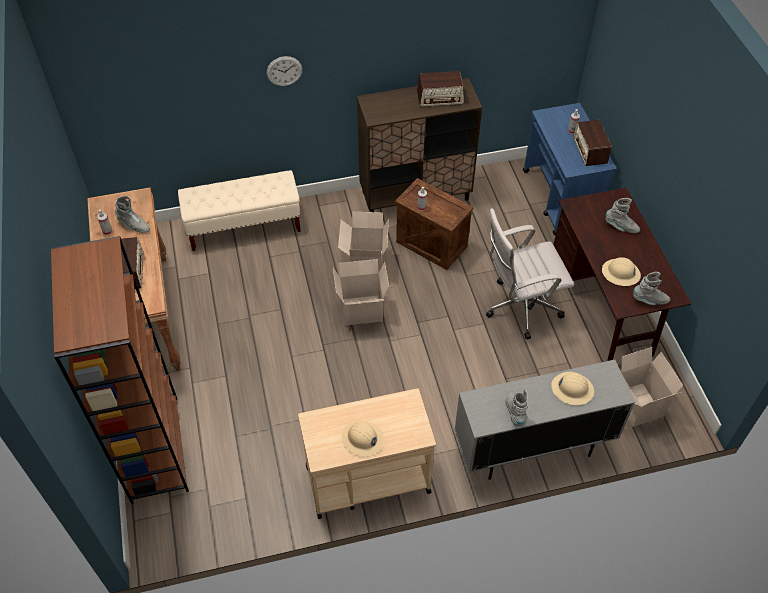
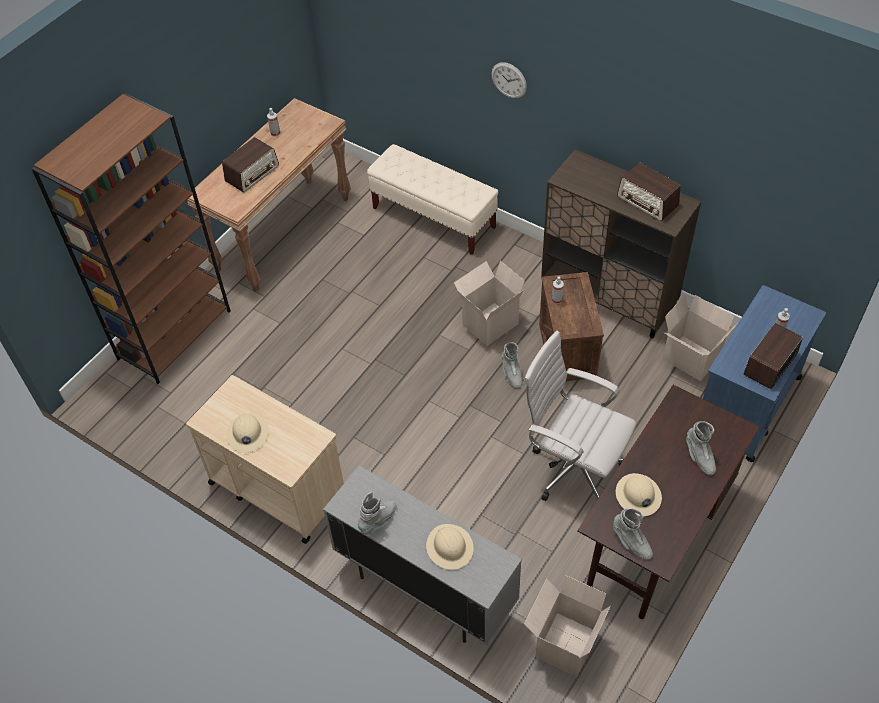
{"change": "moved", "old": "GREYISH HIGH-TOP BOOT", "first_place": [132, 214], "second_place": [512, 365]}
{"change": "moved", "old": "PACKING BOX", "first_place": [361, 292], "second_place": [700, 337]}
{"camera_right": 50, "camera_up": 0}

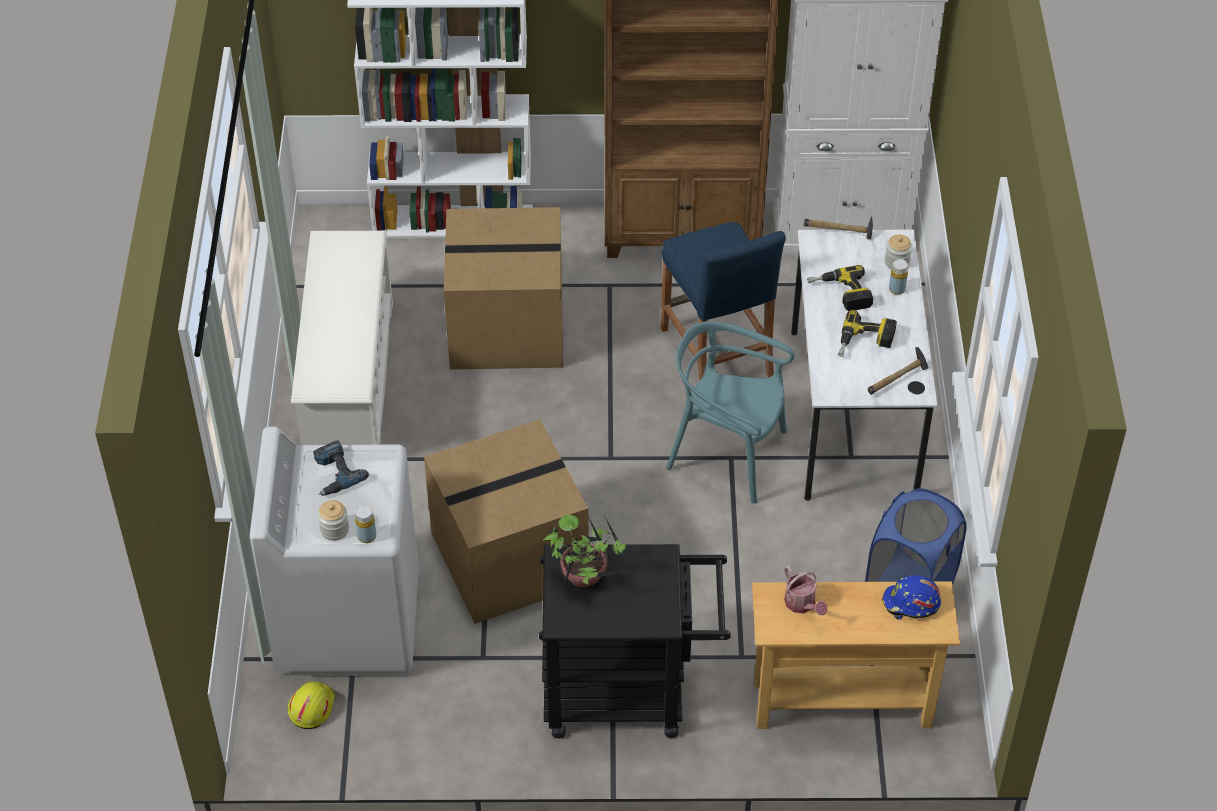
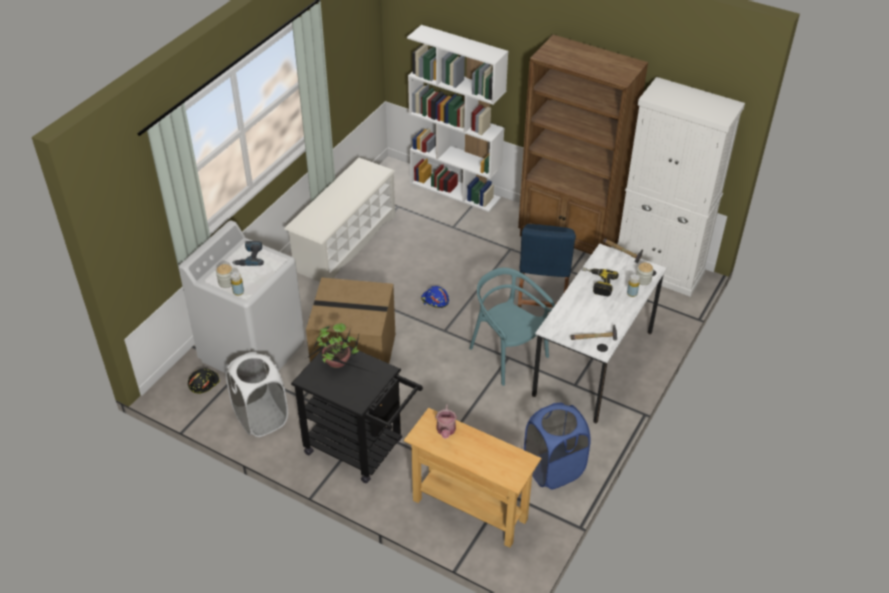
{"change": "removed", "old": "PACKING BOX", "first_place": [503, 288]}
{"change": "removed", "old": "DRILL", "first_place": [867, 333]}
{"change": "moved", "old": "BLUE WORK HELMET", "first_place": [911, 597], "second_place": [435, 297]}
{"change": "recoloured", "old": "YELLOWISH WORK HELMET", "new": "BLACKISH WORK HELMET", "first_place": [311, 705], "second_place": [204, 381]}
{"change": "added", "new": "WHITE-COLOURED LAUNDRY BASKET", "second_place": [257, 394]}
{"camera_right": 30, "camera_up": -5}

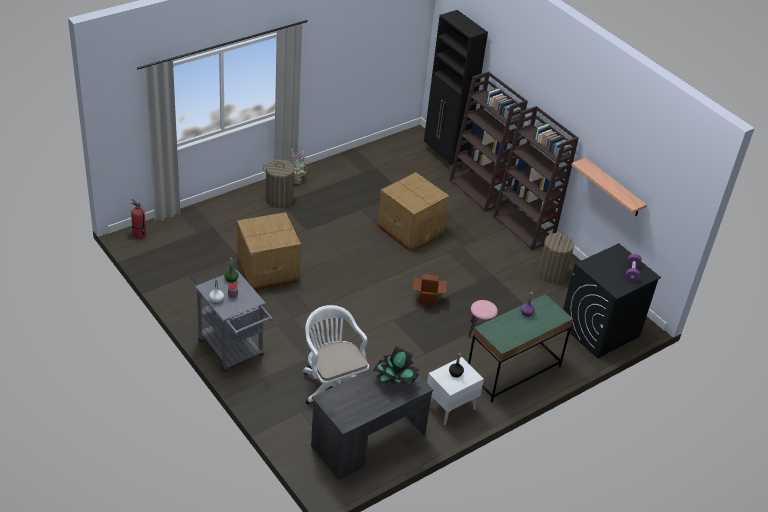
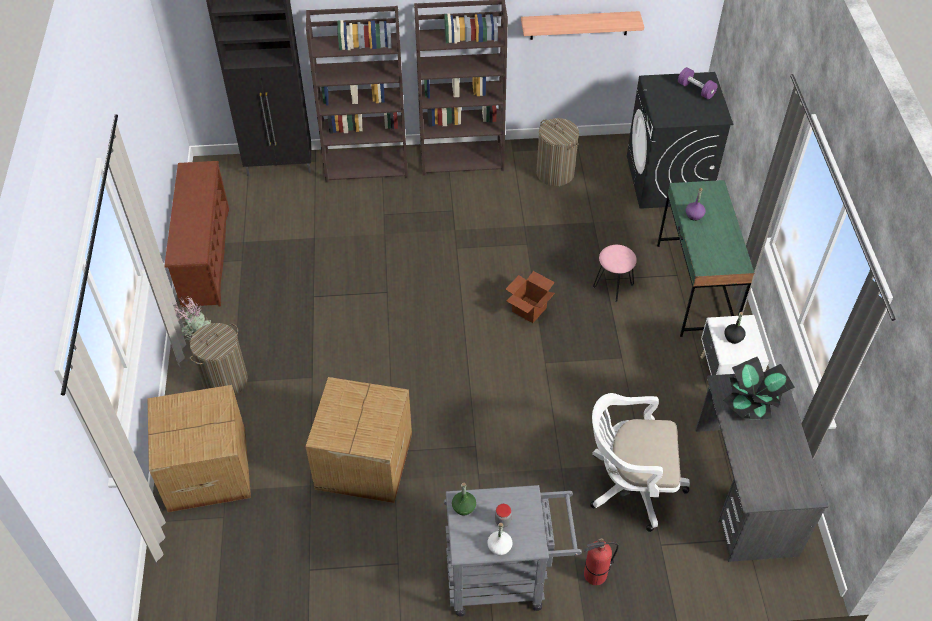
{"change": "moved", "old": "PACKING BOX", "first_place": [413, 212], "second_place": [199, 448]}
{"change": "moved", "old": "EXTINGUISHER", "first_place": [138, 219], "second_place": [601, 562]}
{"change": "added", "new": "BROWN SHOE RACK", "second_place": [196, 234]}
{"camera_right": -55, "camera_up": 10}

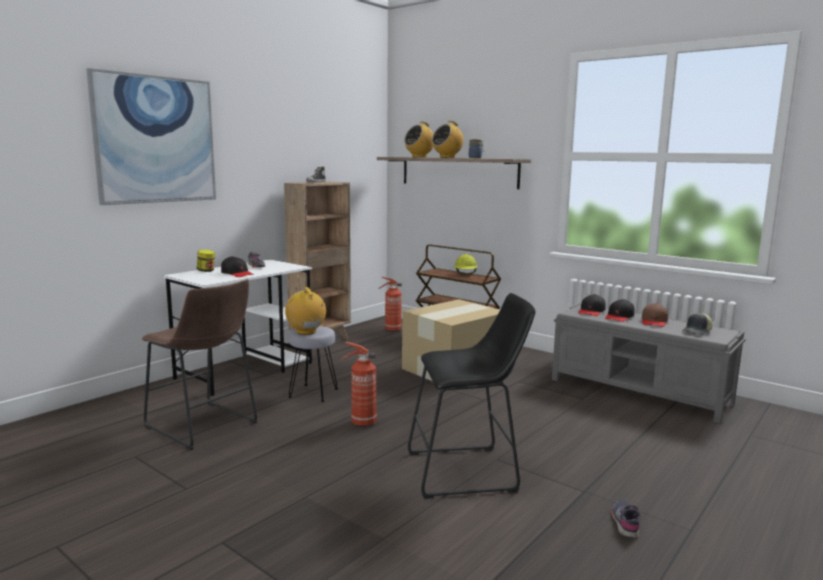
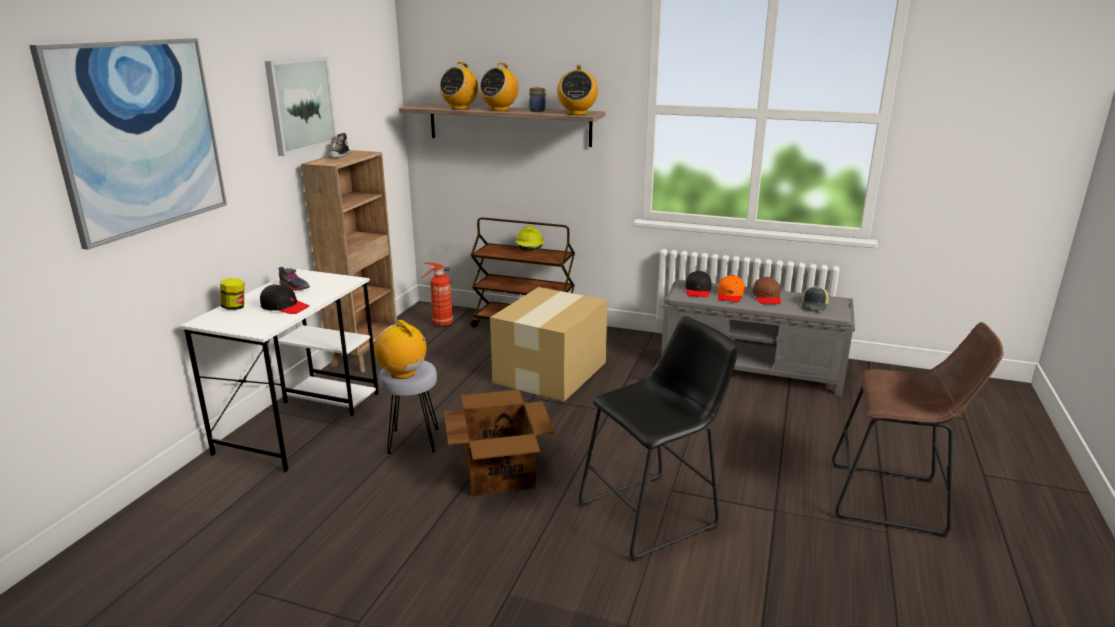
{"change": "moved", "old": "BROWN SITTING STOOL", "first_place": [200, 364], "second_place": [917, 429]}
{"change": "recoloured", "old": "BLACKISH CAP", "new": "ORANGE CAP", "first_place": [620, 310], "second_place": [731, 288]}
{"change": "replaced", "old": "EXTINGUISHER", "new": "PACKING BOX", "first_place": [358, 384], "second_place": [499, 443]}
{"change": "removed", "old": "GREYISH LOW SHOE", "first_place": [626, 518]}
{"change": "added", "new": "PICTURE", "second_place": [301, 106]}
{"change": "added", "new": "RADIO RECEIVER", "second_place": [577, 90]}
{"camera_right": -20, "camera_up": 10}

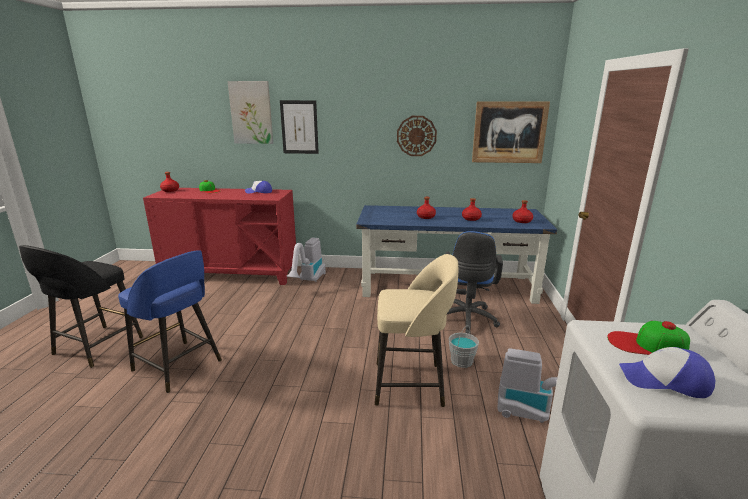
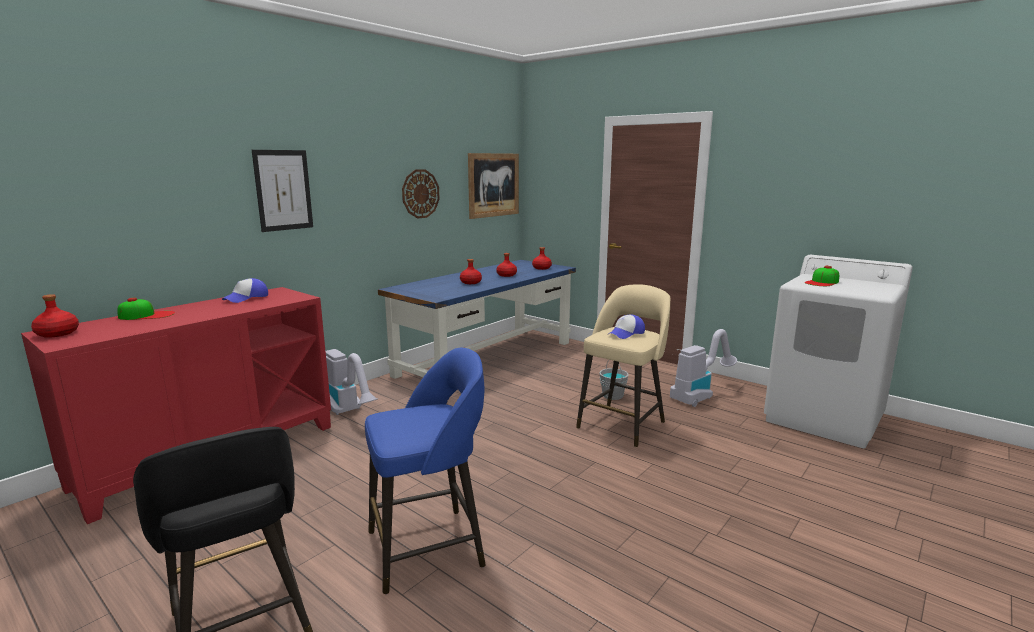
{"change": "removed", "old": "PICTURE", "first_place": [250, 112]}
{"change": "removed", "old": "BLUE COMPUTER CHAIR", "first_place": [474, 282]}
{"change": "moved", "old": "CAP", "first_place": [667, 372], "second_place": [626, 326]}
{"camera_right": -55, "camera_up": -5}

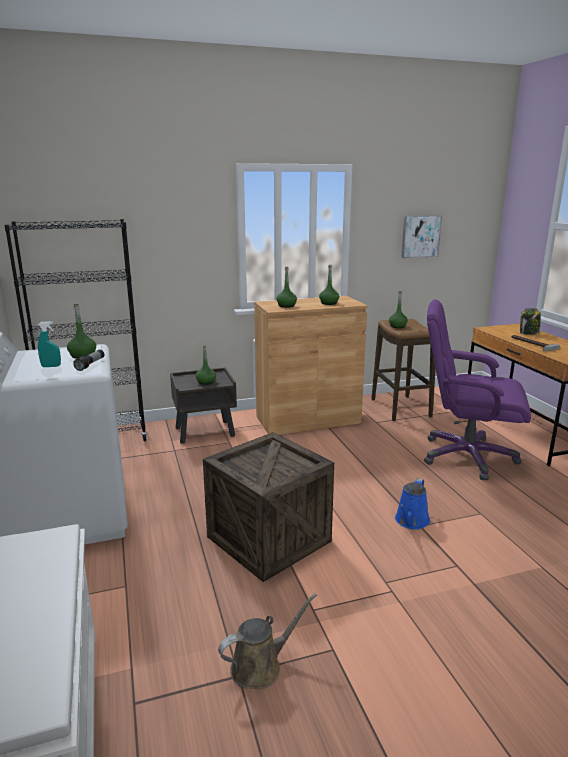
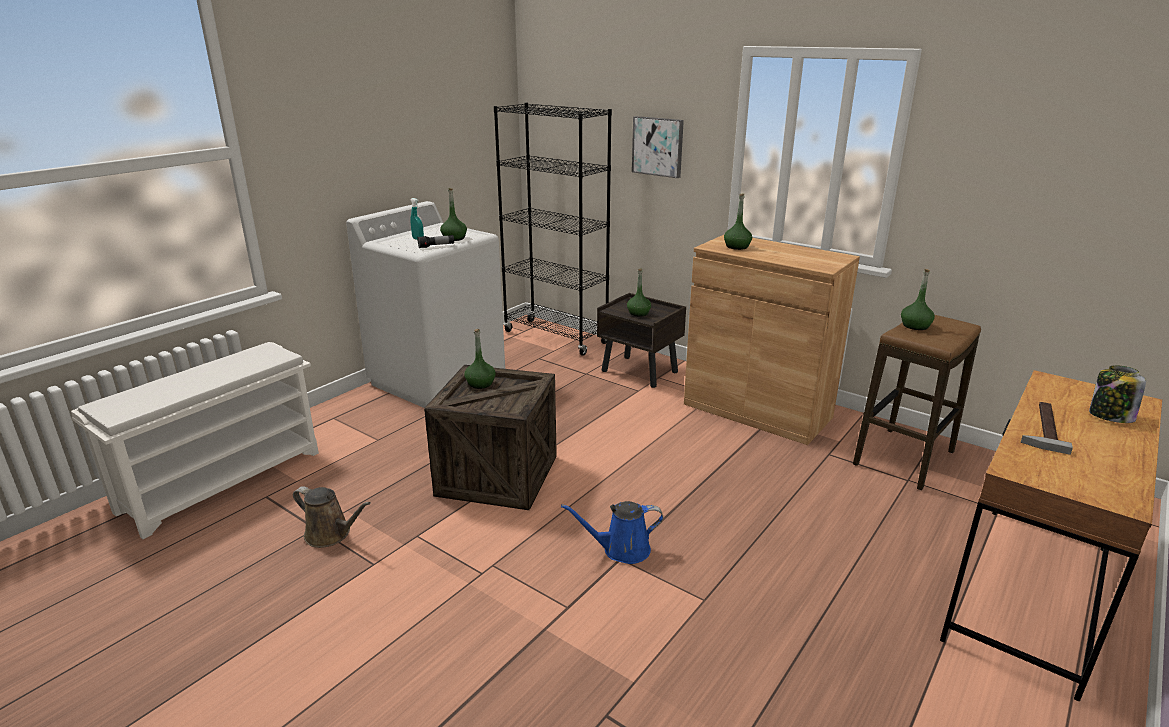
{"change": "moved", "old": "PICTURE", "first_place": [421, 237], "second_place": [658, 147]}
{"change": "moved", "old": "GREEN BEVERAGE BOTTLE", "first_place": [329, 285], "second_place": [479, 359]}
{"change": "removed", "old": "PURPLE COMPUTER CHAIR", "first_place": [477, 390]}
{"camera_right": 55, "camera_up": 5}

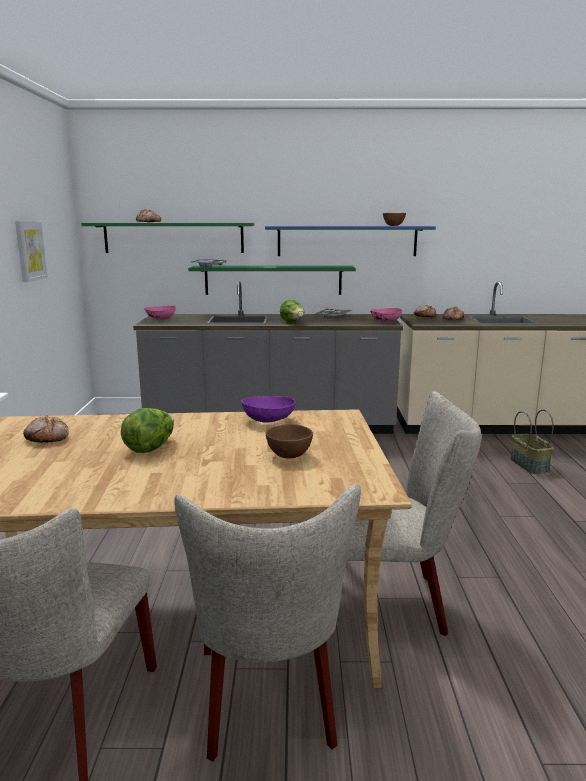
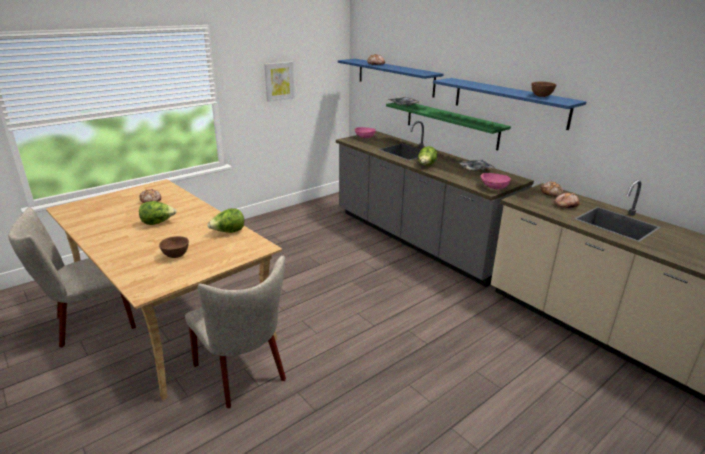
{"change": "recoloured", "old": "GREEN WALL SHELF", "new": "BLUE WALL SHELF", "first_place": [167, 238], "second_place": [390, 78]}
{"change": "replaced", "old": "PURPLE DEEP DISH", "new": "LETTUCE HEAD", "first_place": [268, 409], "second_place": [226, 220]}
{"change": "removed", "old": "BASKET", "first_place": [532, 442]}
{"change": "removed", "old": "BEIGE PLAIN CHAIR", "first_place": [267, 623]}
{"camera_right": 50, "camera_up": 10}

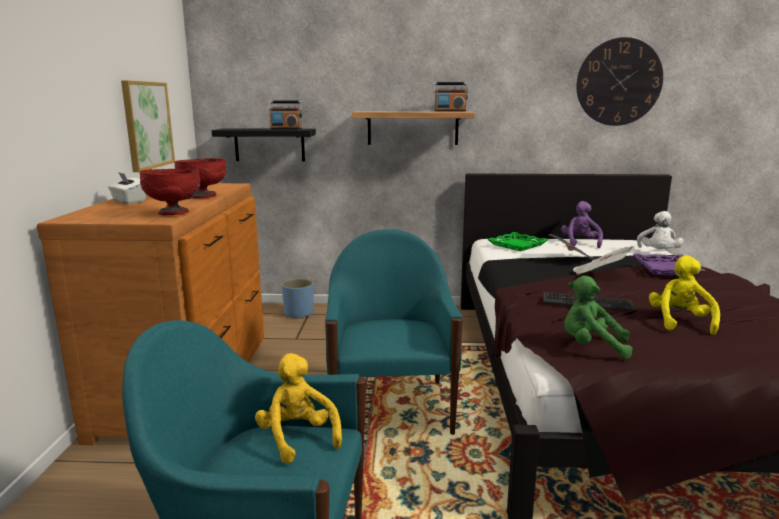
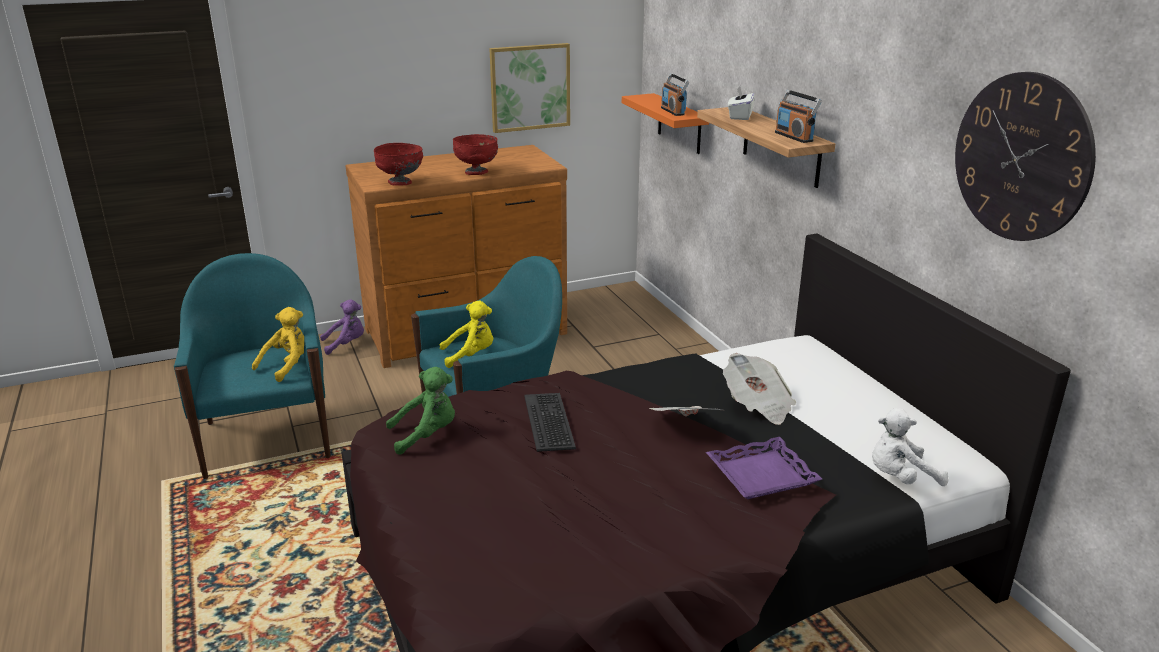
{"change": "recoloured", "old": "BLACKISH WALL SHELF", "new": "ORANGE WALL SHELF", "first_place": [264, 145], "second_place": [665, 123]}
{"change": "moved", "old": "WHITE-COLOURED BOX OF TISSUES", "first_place": [127, 188], "second_place": [741, 103]}
{"change": "moved", "old": "PURPLE PLUSH TOY", "first_place": [582, 224], "second_place": [342, 327]}
{"change": "removed", "old": "GREEN CARRYING TRAY", "first_place": [517, 241]}
{"change": "moved", "old": "YELLOWISH PLUSH TOY", "first_place": [684, 295], "second_place": [466, 334]}
{"change": "turned", "old": "GREEN PLUSH TOY", "first_place": [598, 317], "second_place": [420, 411], "degrees": 75}
{"change": "removed", "old": "BLUE PLANTER", "first_place": [298, 298]}
{"camera_right": 65, "camera_up": 10}

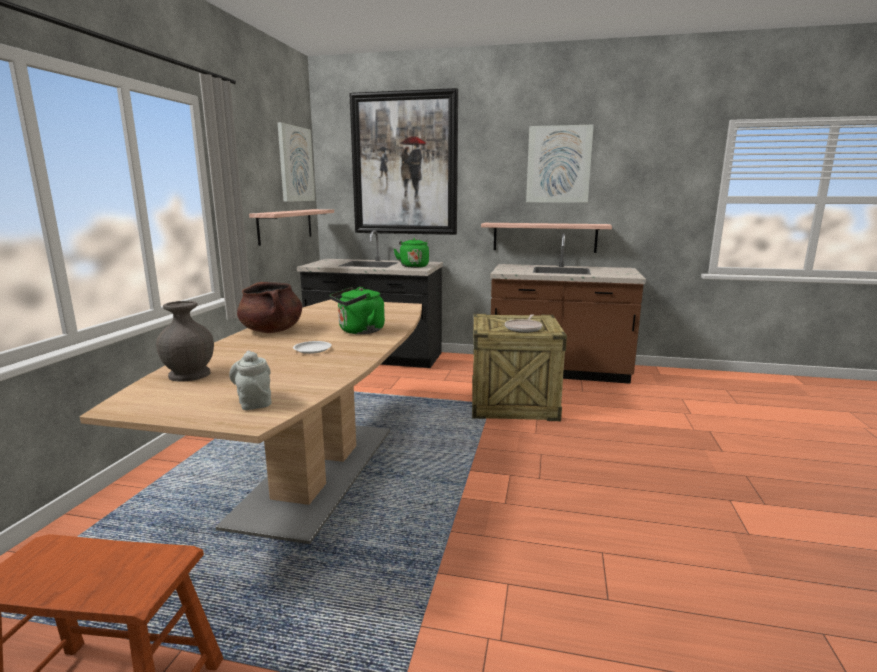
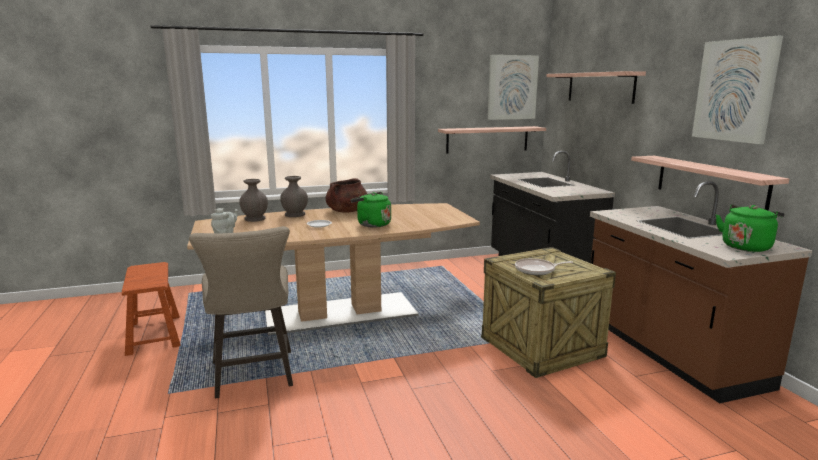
{"change": "replaced", "old": "PICTURE", "new": "WALL SHELF", "first_place": [403, 161], "second_place": [596, 87]}
{"change": "moved", "old": "GREEN KETTLE", "first_place": [411, 253], "second_place": [750, 228]}
{"change": "added", "new": "GREYISH DECORATIVE VASE", "second_place": [294, 196]}
{"change": "added", "new": "BEIGE SITTING STOOL", "second_place": [241, 312]}
{"camera_right": 60, "camera_up": 0}

